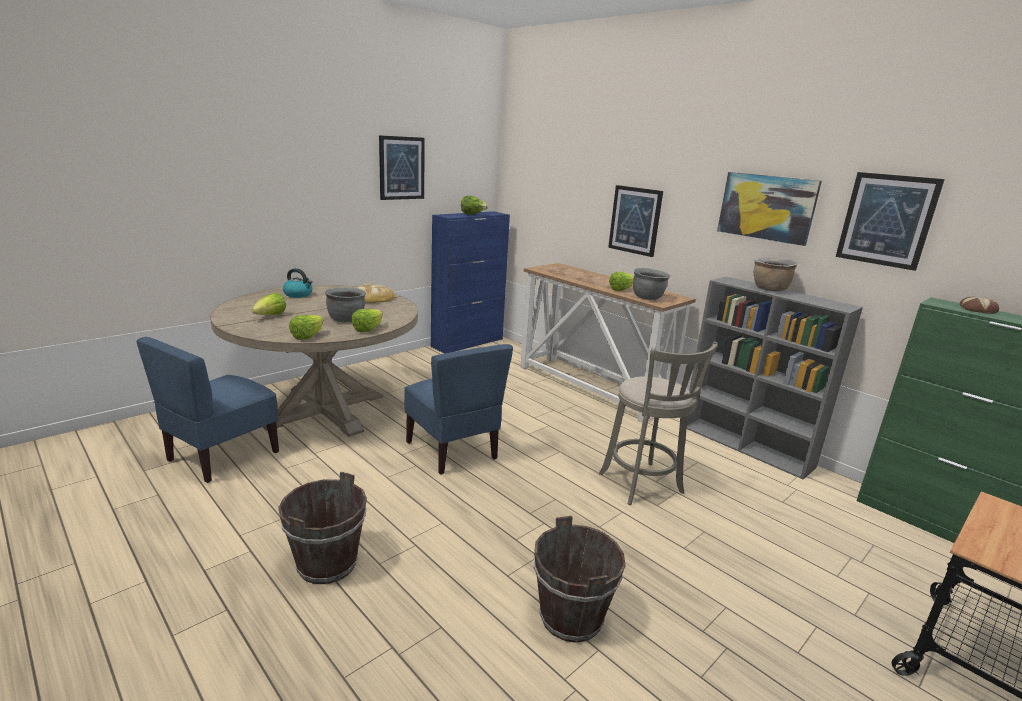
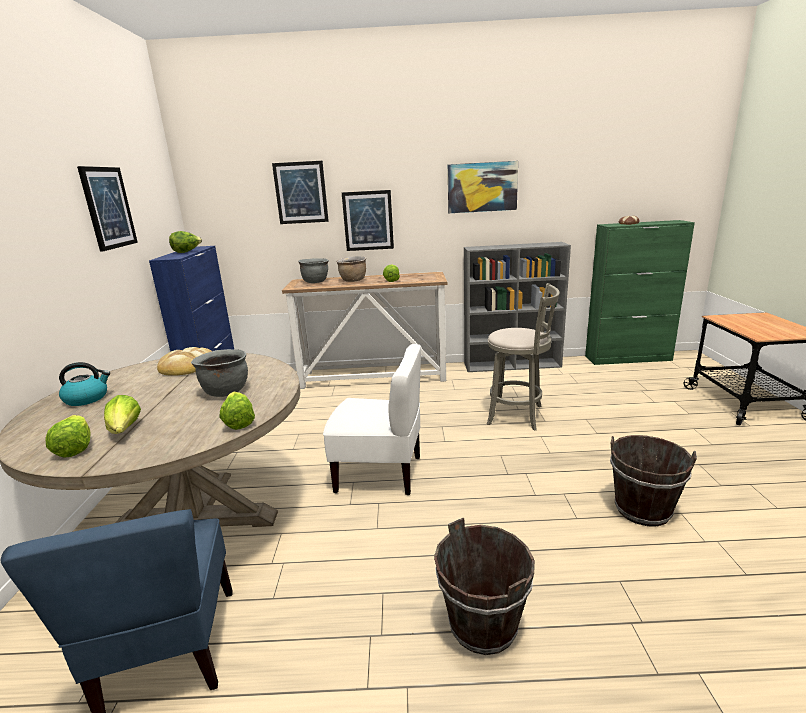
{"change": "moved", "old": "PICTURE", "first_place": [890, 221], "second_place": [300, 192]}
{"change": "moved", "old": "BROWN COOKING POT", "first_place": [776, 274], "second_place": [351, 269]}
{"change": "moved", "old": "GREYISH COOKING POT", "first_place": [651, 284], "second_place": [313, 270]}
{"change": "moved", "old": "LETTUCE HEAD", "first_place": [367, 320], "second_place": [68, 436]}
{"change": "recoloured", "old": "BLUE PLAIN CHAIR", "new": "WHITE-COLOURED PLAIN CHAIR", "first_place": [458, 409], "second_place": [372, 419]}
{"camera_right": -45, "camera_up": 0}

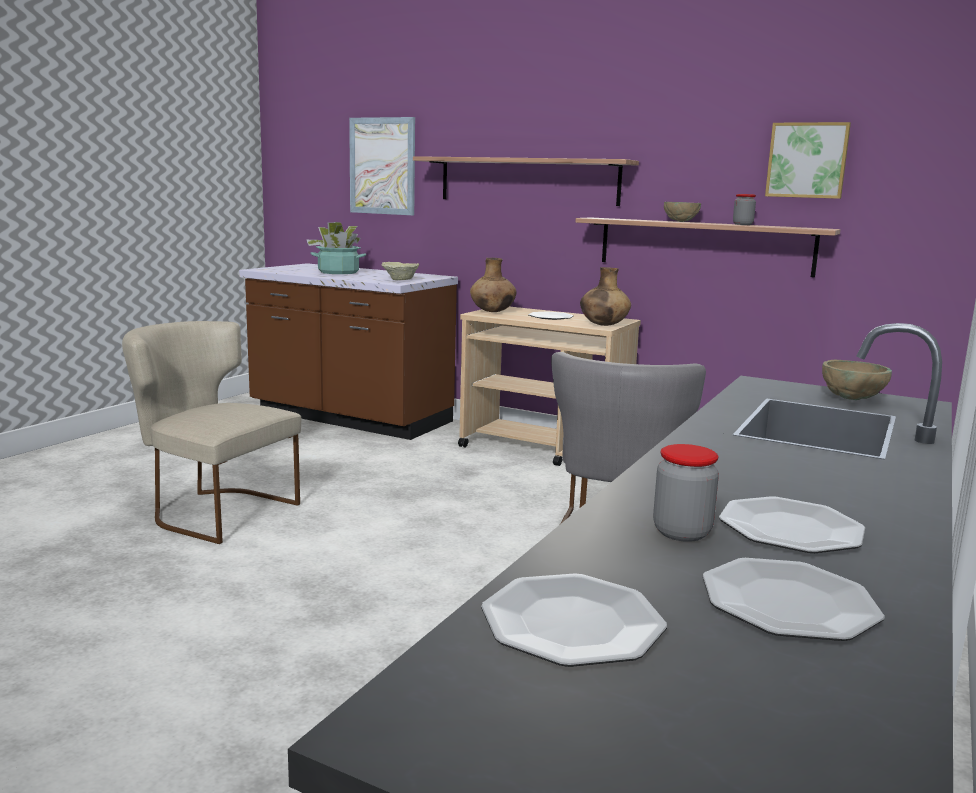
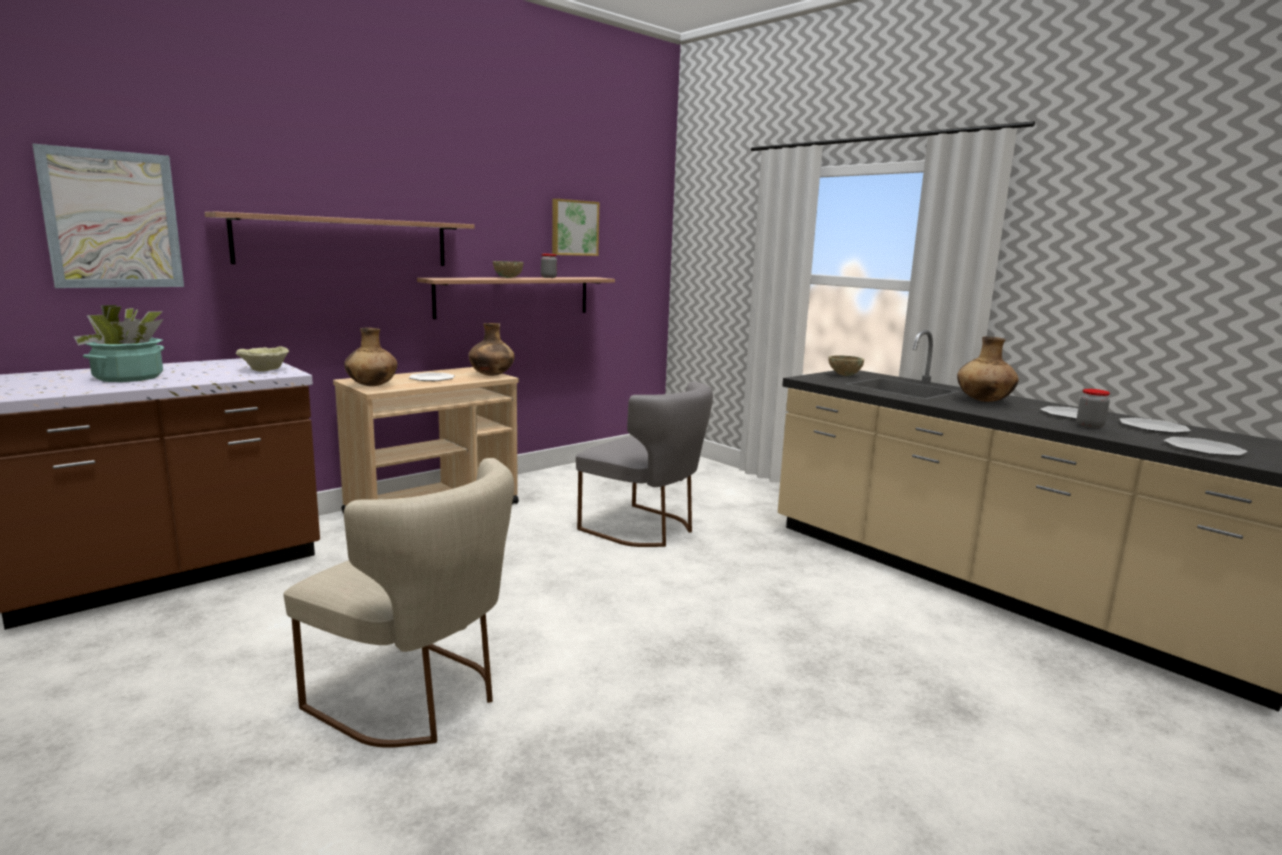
{"change": "turned", "old": "BEIGE PLAIN CHAIR", "first_place": [211, 432], "second_place": [399, 603], "degrees": -105}
{"change": "added", "new": "BROWN DECORATIVE VASE", "second_place": [988, 369]}
{"camera_right": -70, "camera_up": 0}

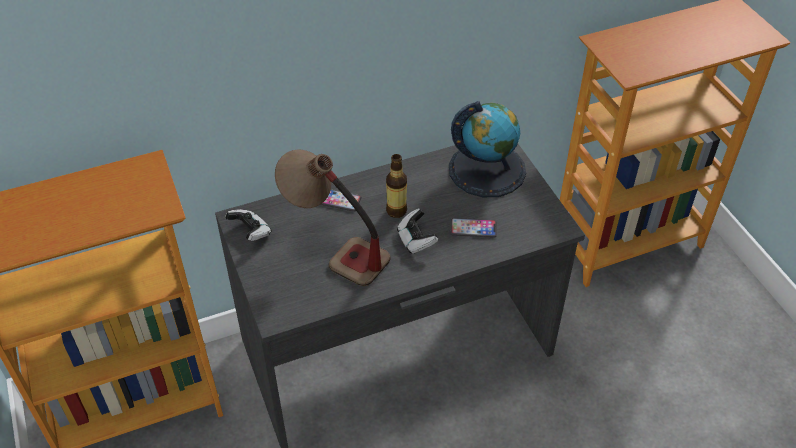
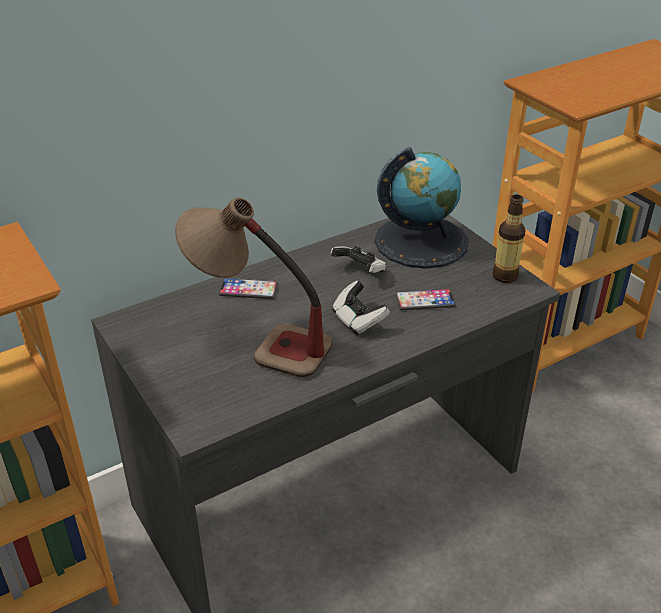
{"change": "moved", "old": "BEVERAGE BOTTLE", "first_place": [396, 186], "second_place": [508, 238]}
{"change": "moved", "old": "GAMEPAD", "first_place": [248, 225], "second_place": [358, 259]}
{"camera_right": -10, "camera_up": -10}

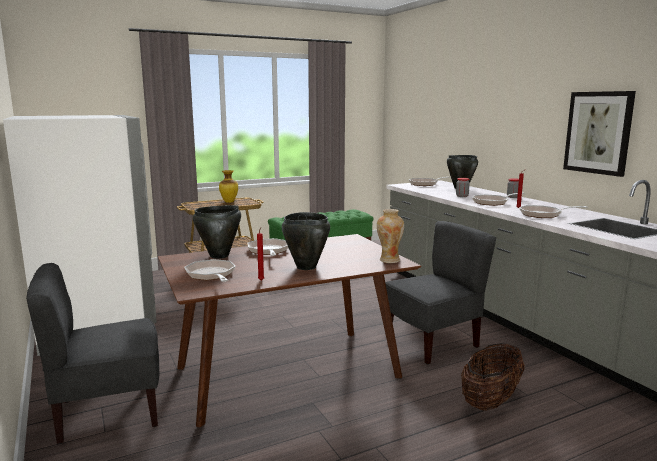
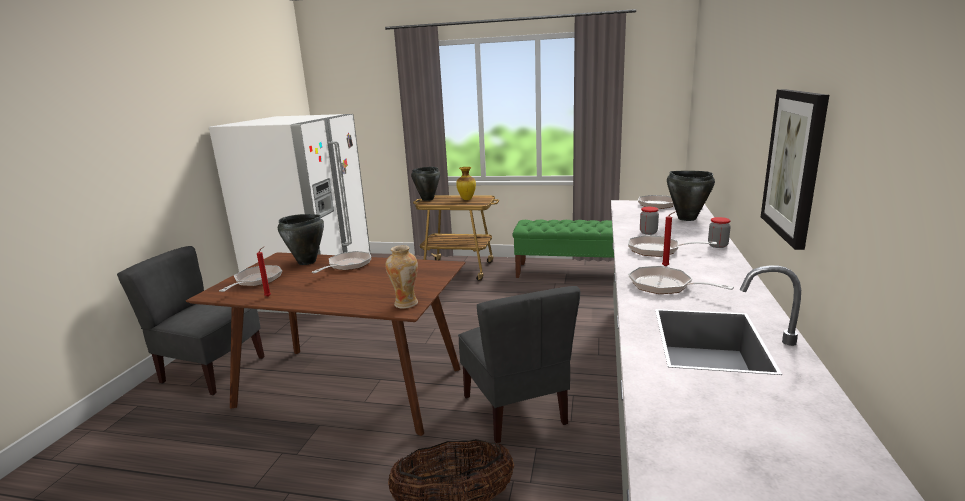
{"change": "moved", "old": "BLACKISH COOKING POT", "first_place": [306, 241], "second_place": [425, 184]}
{"change": "turned", "old": "GREYISH PLAIN CHAIR", "first_place": [440, 293], "second_place": [519, 364], "degrees": 60}
{"camera_right": 40, "camera_up": 5}

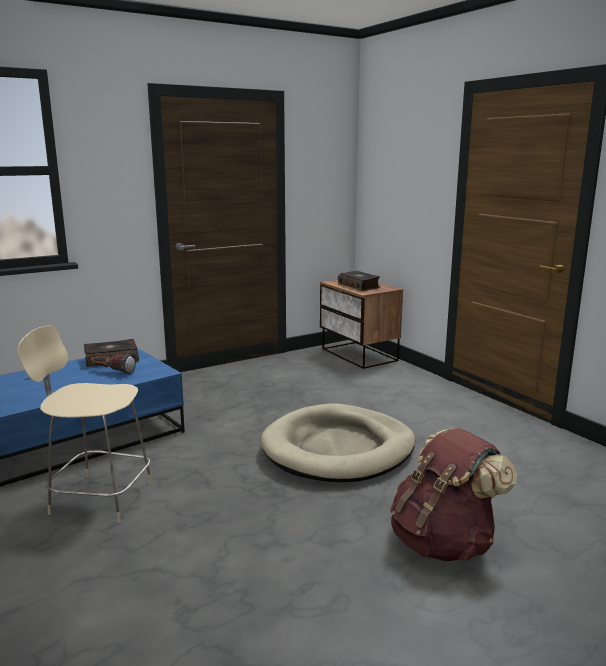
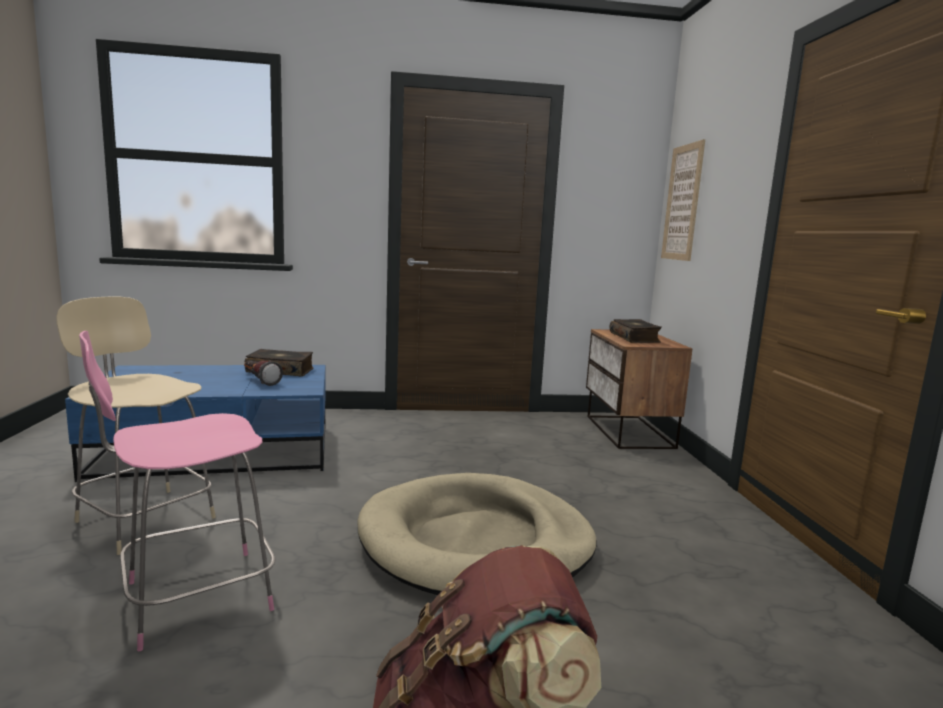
{"change": "added", "new": "PICTURE", "second_place": [683, 200]}
{"change": "added", "new": "PINK-COLOURED PLAIN CHAIR", "second_place": [177, 491]}
{"camera_right": 25, "camera_up": -5}

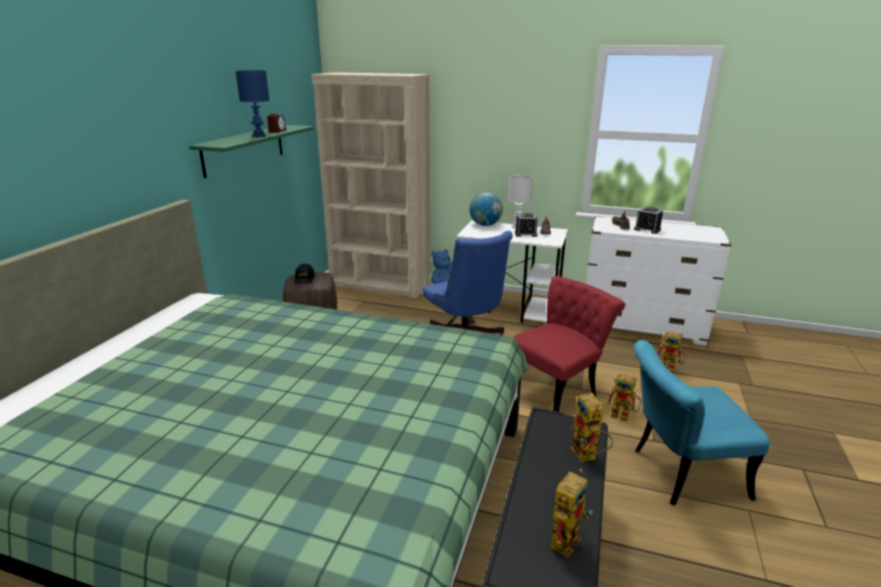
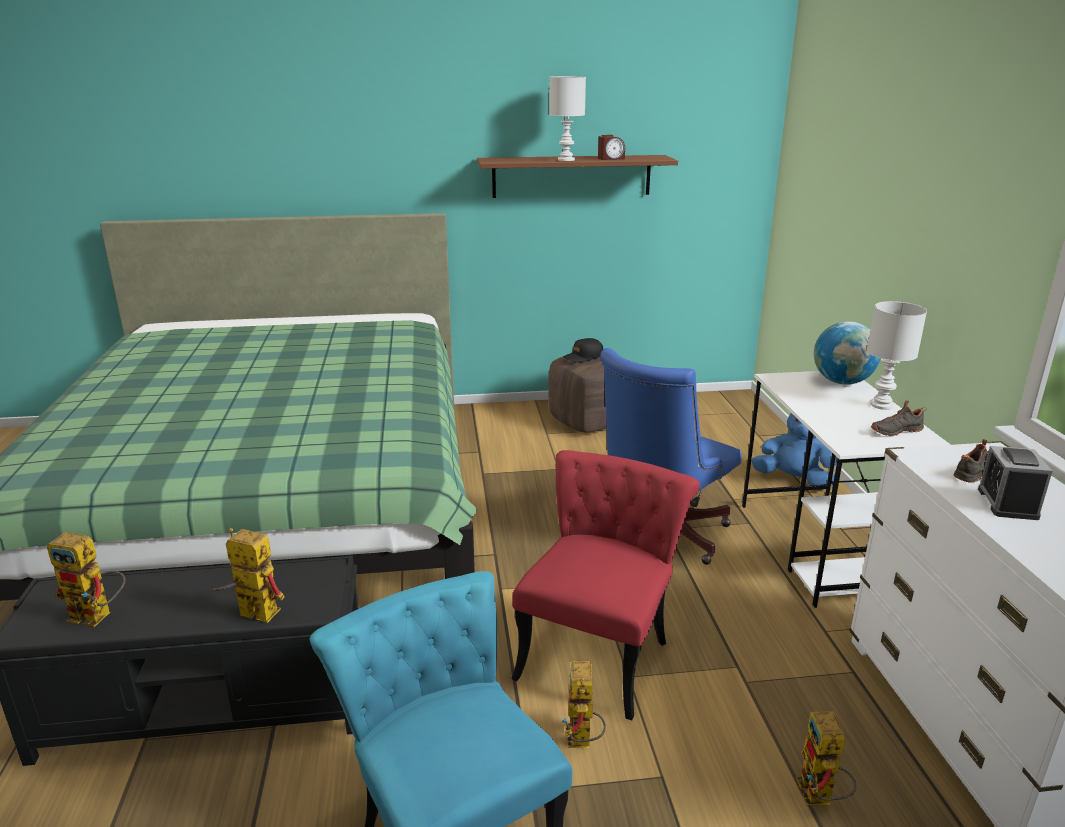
{"change": "recoloured", "old": "BLUE TABLE LAMP", "new": "WHITE-COLOURED TABLE LAMP", "first_place": [253, 103], "second_place": [567, 118]}
{"change": "removed", "old": "BEIGE BOOKCASE", "first_place": [370, 185]}
{"change": "recoloured", "old": "GREEN WALL SHELF", "new": "BROWN WALL SHELF", "first_place": [251, 151], "second_place": [577, 176]}
{"change": "removed", "old": "TABLE CLOCK", "first_place": [526, 225]}
{"change": "turned", "old": "RED-COLOURED PLAIN CHAIR", "first_place": [568, 344], "second_place": [605, 585], "degrees": -90}
{"change": "turned", "old": "MODEL ROBOT", "first_place": [591, 427], "second_place": [249, 575], "degrees": 60}
{"camera_right": 65, "camera_up": 0}

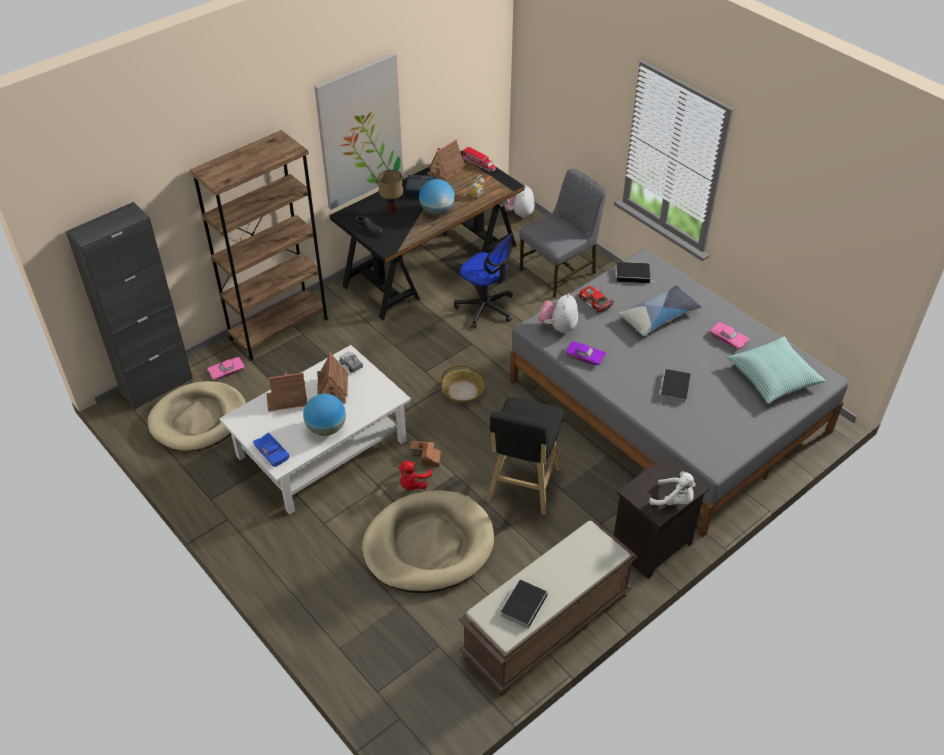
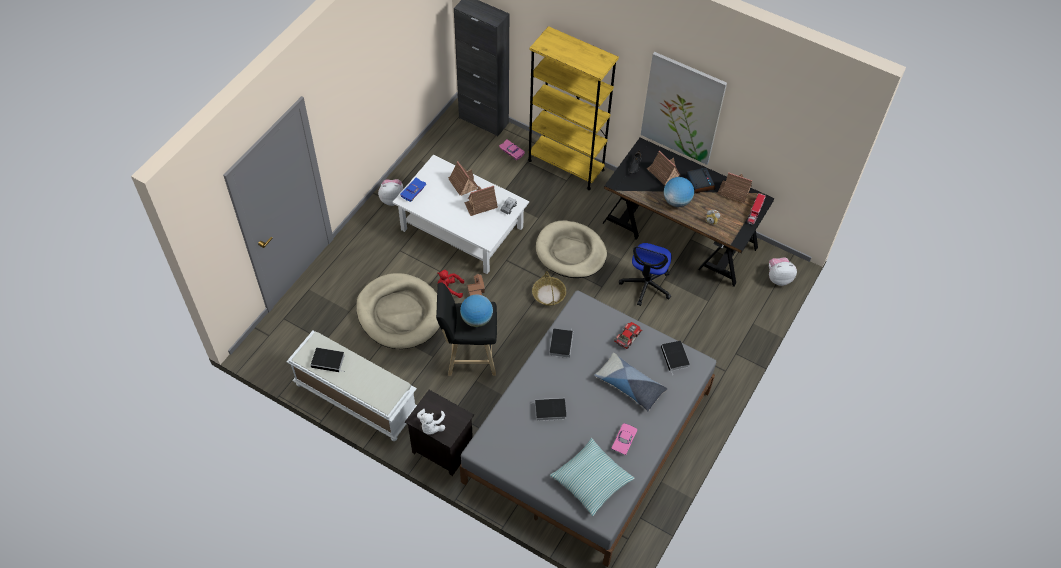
{"change": "recoloured", "old": "BROWN BOOKCASE", "new": "YELLOWISH BOOKCASE", "first_place": [259, 245], "second_place": [573, 108]}
{"change": "removed", "old": "GREYISH PLAIN CHAIR", "first_place": [562, 233]}
{"change": "replaced", "old": "TABLE LAMP", "new": "TOY HOUSE", "first_place": [390, 192], "second_place": [663, 168]}
{"change": "moved", "old": "PLUSH TOY", "first_place": [558, 313], "second_place": [391, 192]}
{"change": "replaced", "old": "PURPLE MINIATURE CAR", "new": "BOUND BOOK", "first_place": [586, 353], "second_place": [561, 343]}
{"change": "moved", "old": "BEIGE PET BED", "first_place": [197, 416], "second_place": [571, 249]}
{"change": "moved", "old": "DESK GLOBE", "first_place": [324, 414], "second_place": [476, 310]}
{"change": "recoloured", "old": "BROWN BENCH", "new": "WHITE-COLOURED BENCH", "first_place": [548, 607], "second_place": [351, 386]}
{"camera_right": 70, "camera_up": 10}

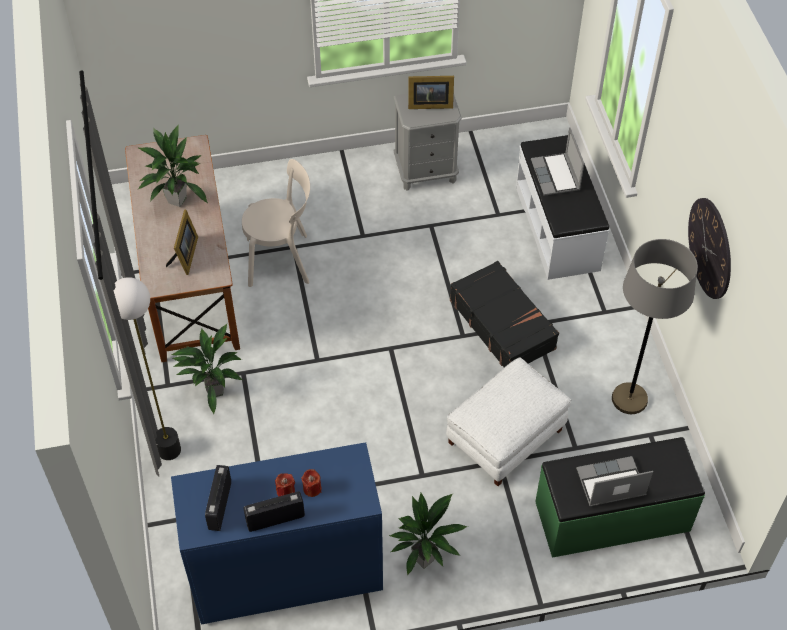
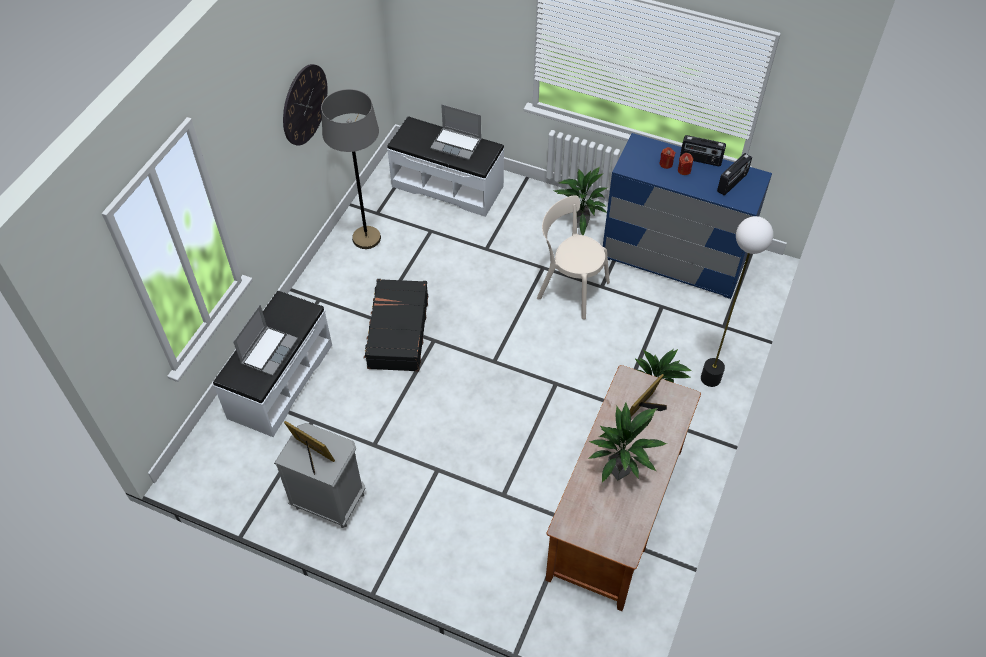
{"change": "moved", "old": "BEIGE PLAIN CHAIR", "first_place": [276, 223], "second_place": [573, 257]}
{"change": "removed", "old": "WHITE-COLOURED FOOTREST", "first_place": [508, 422]}
{"change": "recoloured", "old": "GREEN BENCH", "new": "WHITE-COLOURED BENCH", "first_place": [620, 497], "second_place": [445, 166]}
{"camera_right": -145, "camera_up": 0}

